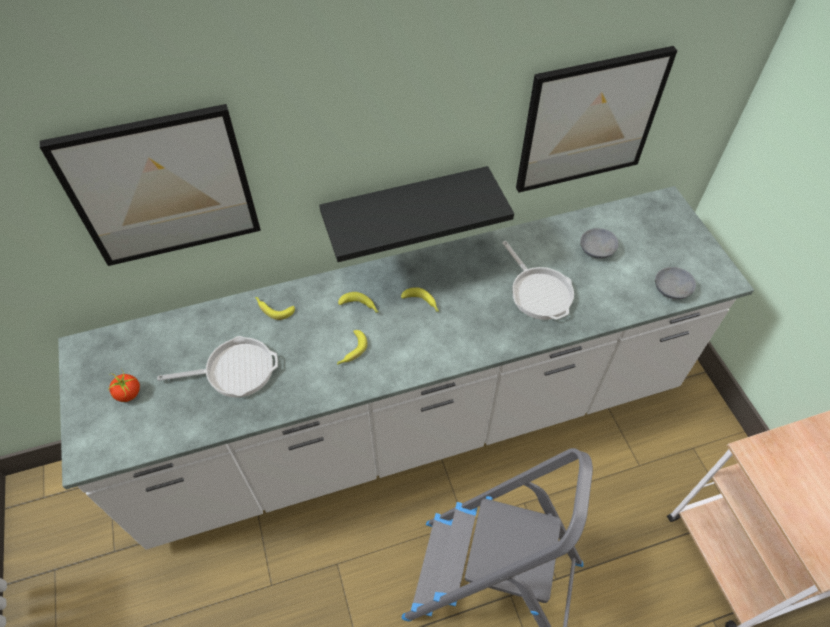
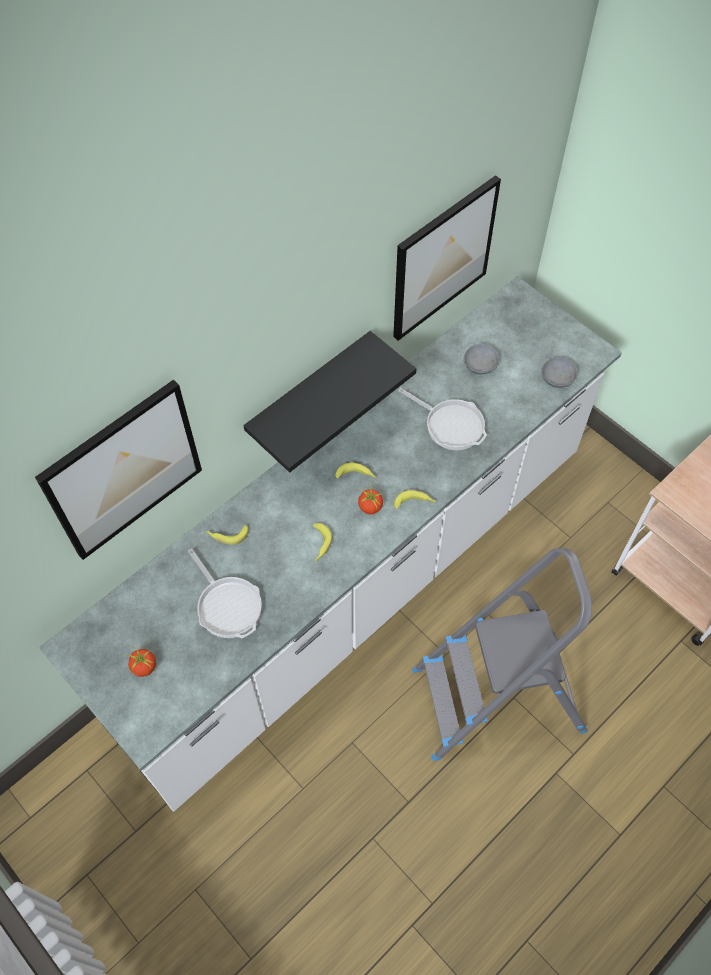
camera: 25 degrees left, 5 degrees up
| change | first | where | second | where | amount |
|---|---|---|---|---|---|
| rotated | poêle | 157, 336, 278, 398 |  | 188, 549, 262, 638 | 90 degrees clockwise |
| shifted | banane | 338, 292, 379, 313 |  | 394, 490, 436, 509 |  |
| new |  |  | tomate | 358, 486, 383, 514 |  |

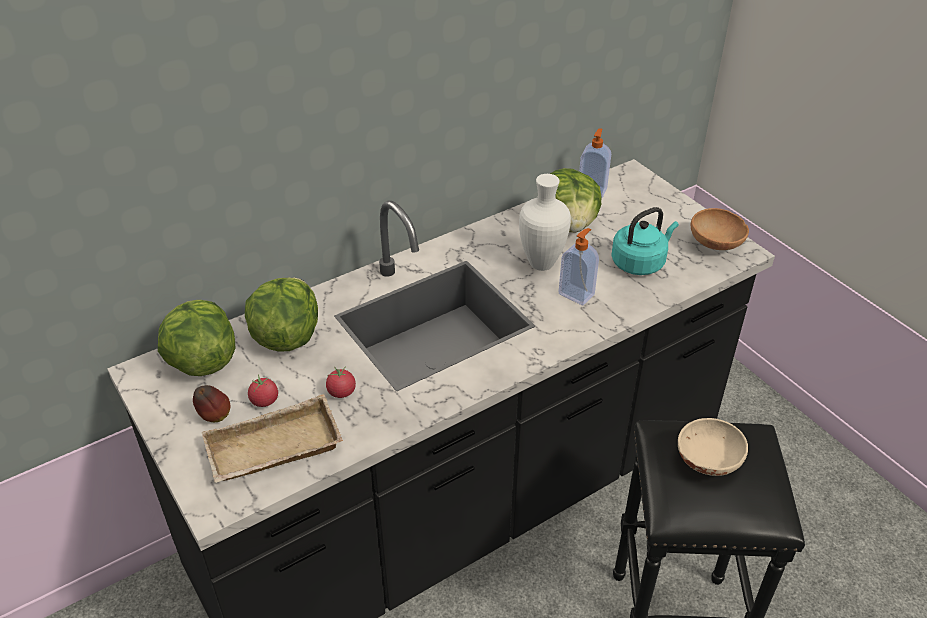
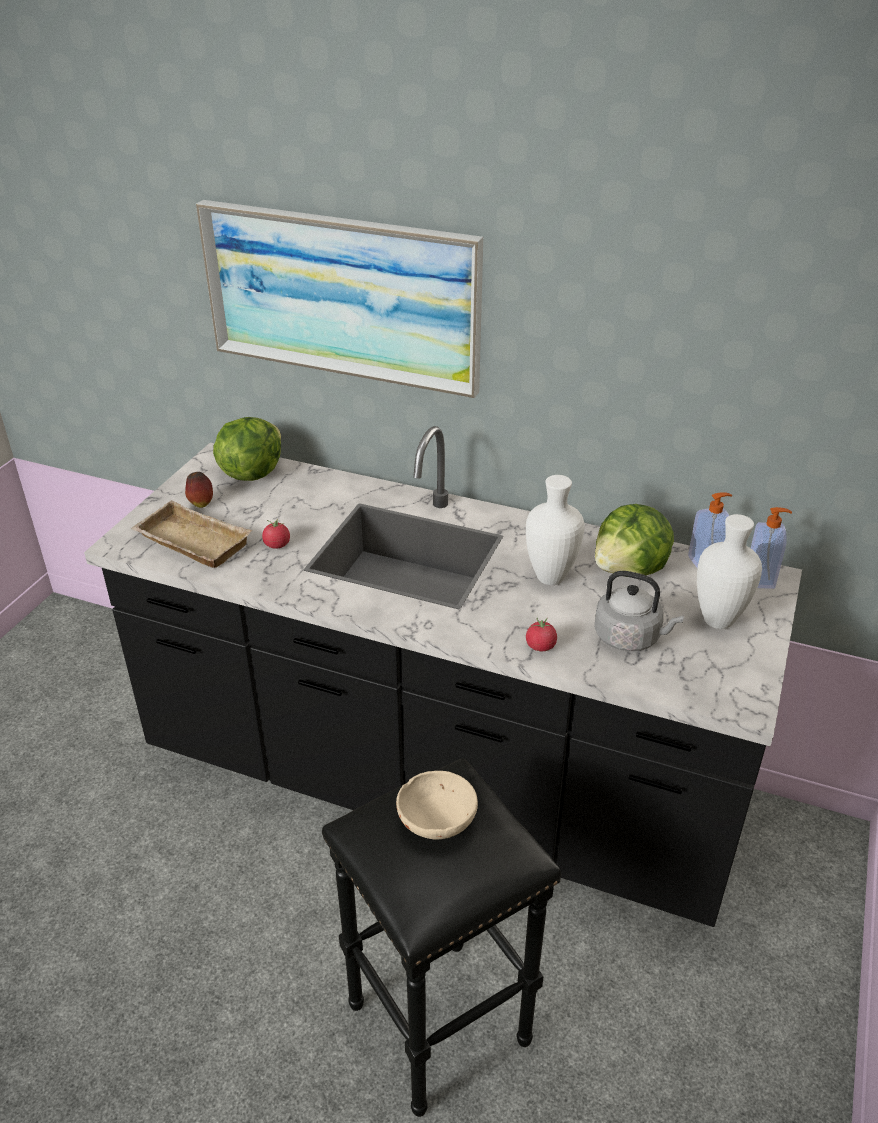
camera: 55 degrees right, 5 degrees down
| change | first | where | second | where | amount |
|---|---|---|---|---|---|
| gone | laitue | 245, 278, 318, 352 |  |  |  |
| shifted | tomate | 248, 374, 278, 407 |  | 526, 618, 557, 651 |  |
| shifted | distributeur de savon | 559, 228, 599, 305 |  | 751, 507, 792, 589 |  |
| repainted | bouilloire (turquoise) | 611, 207, 679, 275 | bouilloire (gris) | 594, 571, 684, 651 |  |
| gone | bol (marron) | 691, 208, 749, 250 |  |  |  |
| new |  |  | tableau | 196, 200, 483, 398 |  |
| new |  |  | vase (blanc) | 697, 514, 762, 629 |  |

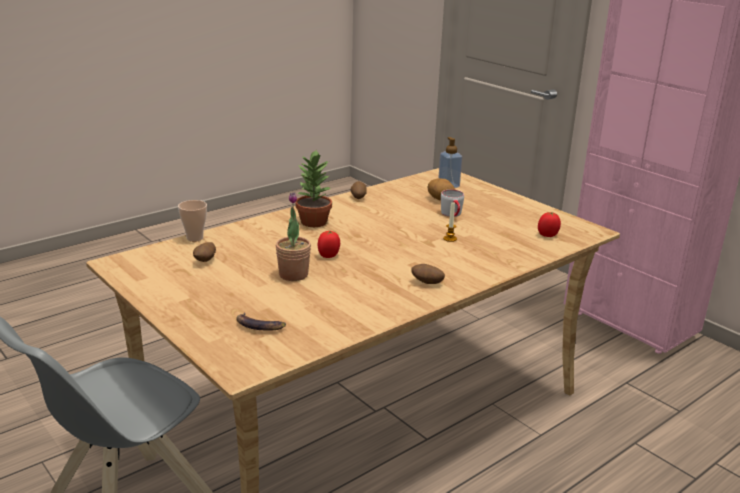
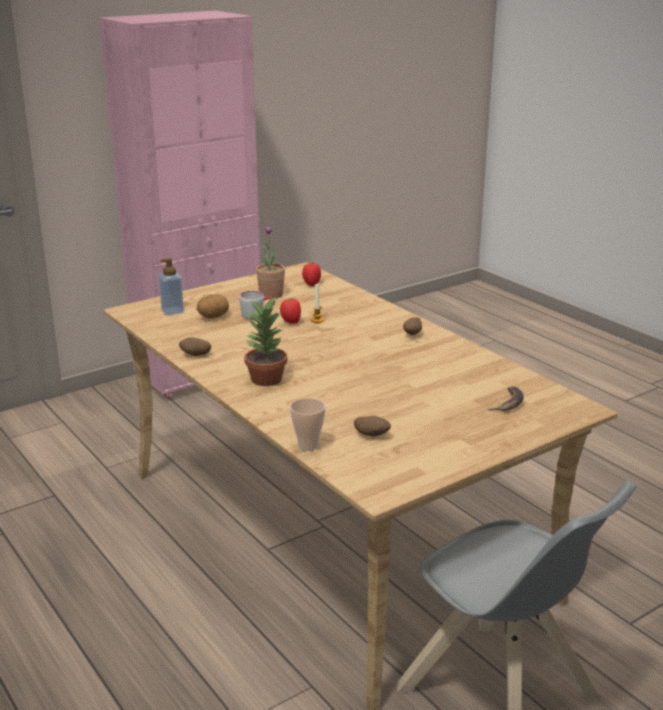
camera: 85 degrees left, 0 degrees up
| change | first | where | second | where | amount |
|---|---|---|---|---|---|
| shifted | plante en pot | 276, 192, 311, 281 |  | 256, 225, 285, 298 |  |
| shifted | tomate | 318, 231, 340, 258 |  | 280, 298, 301, 324 |  |

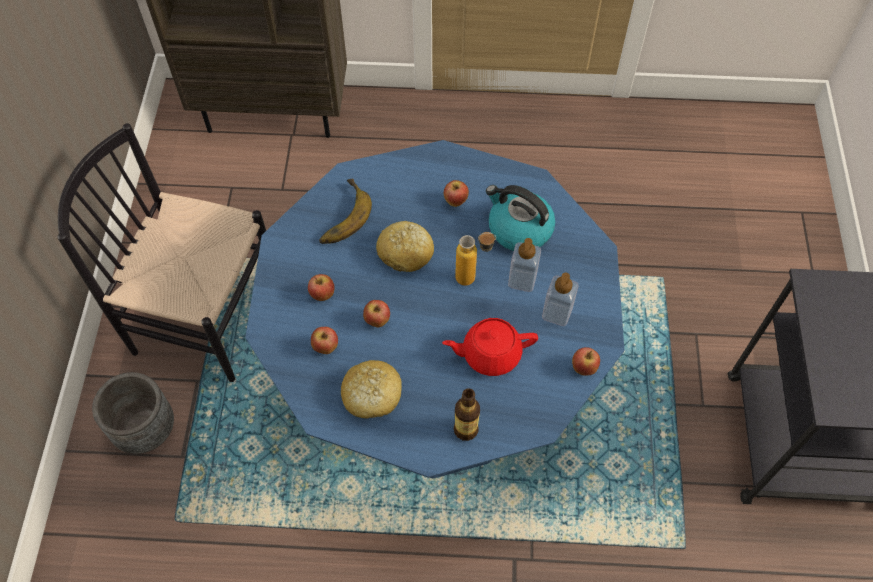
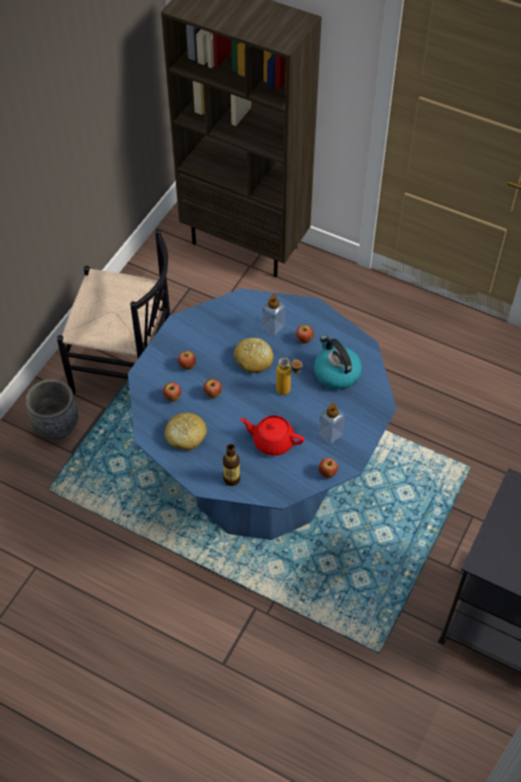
camera: 25 degrees right, 5 degrees down
| change | first | where | second | where | amount |
|---|---|---|---|---|---|
| rotated | chaise (noir) | 57, 123, 266, 382 |  | 57, 229, 170, 394 | 150 degrees clockwise |
| gone | banane | 319, 179, 372, 244 |  |  |  |
| shifted | distributeur de savon | 508, 238, 541, 292 |  | 262, 294, 285, 335 |  |

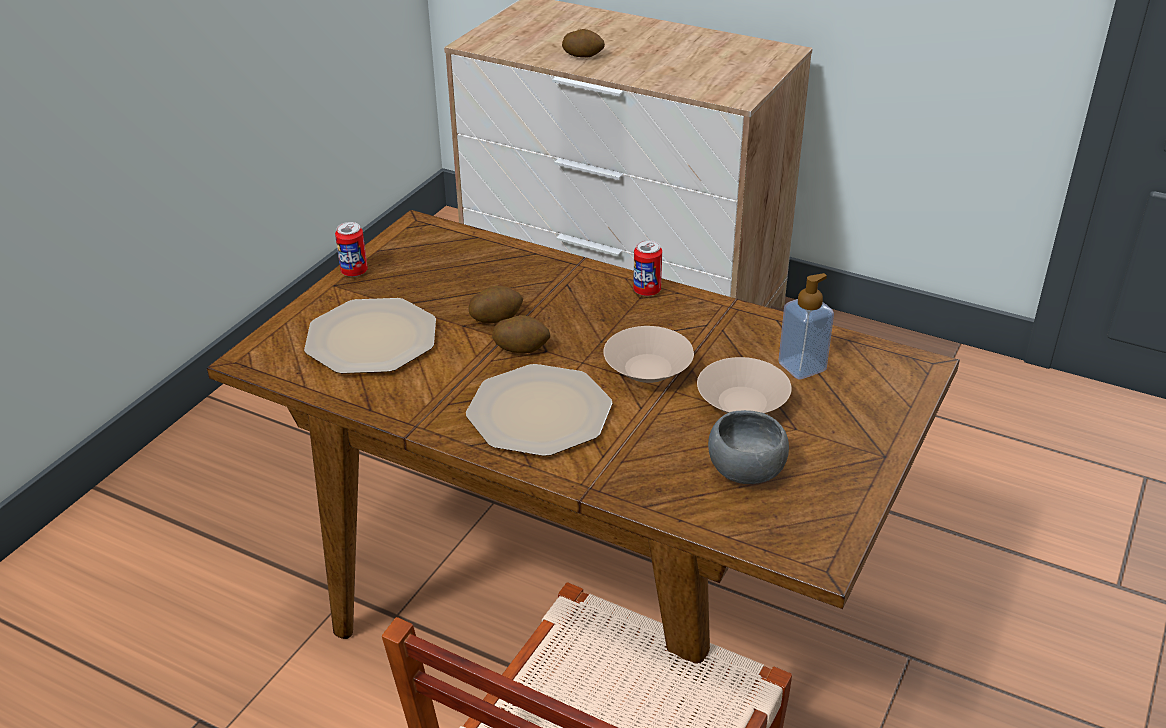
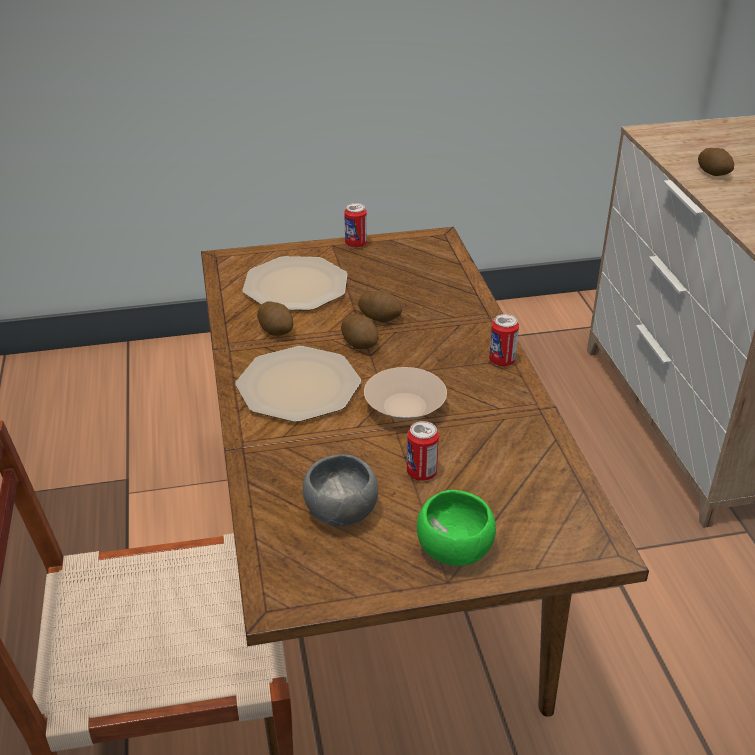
camera: 50 degrees right, 0 degrees up
| change | first | where | second | where | amount |
|---|---|---|---|---|---|
| swapped | bol (beige) | 697, 357, 792, 413 | boîte métallique | 407, 421, 439, 481 |  |
| gone | distributeur de savon | 778, 273, 834, 380 |  |  |  |
| new |  |  | pomme de terre | 257, 301, 293, 336 |  |
| new |  |  | bol (vert) | 417, 490, 496, 566 |  |

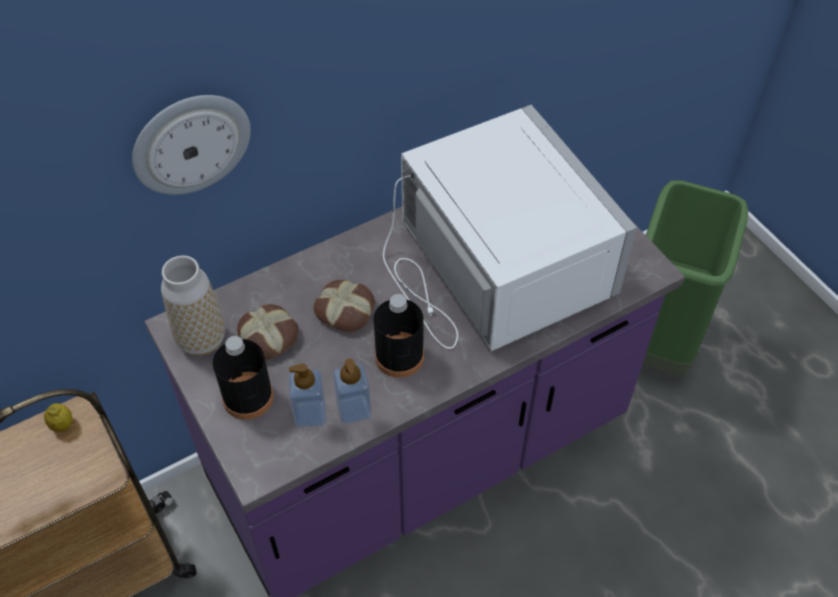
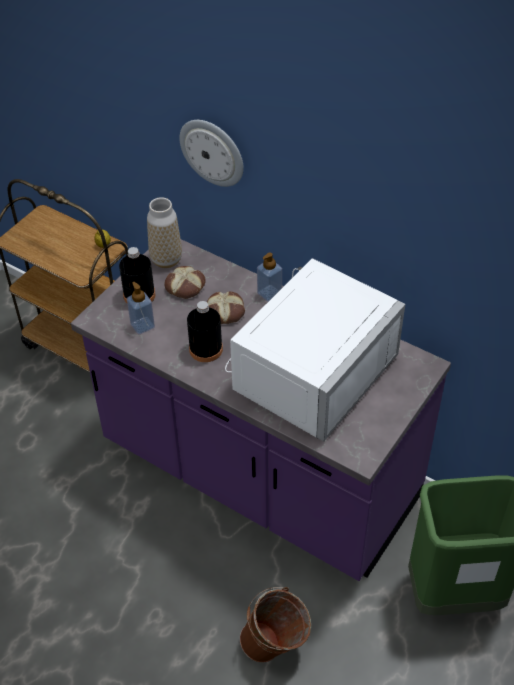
camera: 65 degrees right, 5 degrees down
| change | first | where | second | where | amount |
|---|---|---|---|---|---|
| shifted | distributeur de savon | 333, 359, 371, 424 |  | 257, 253, 282, 302 |  |
| new |  |  | seau (marron) | 240, 587, 311, 663 |  |

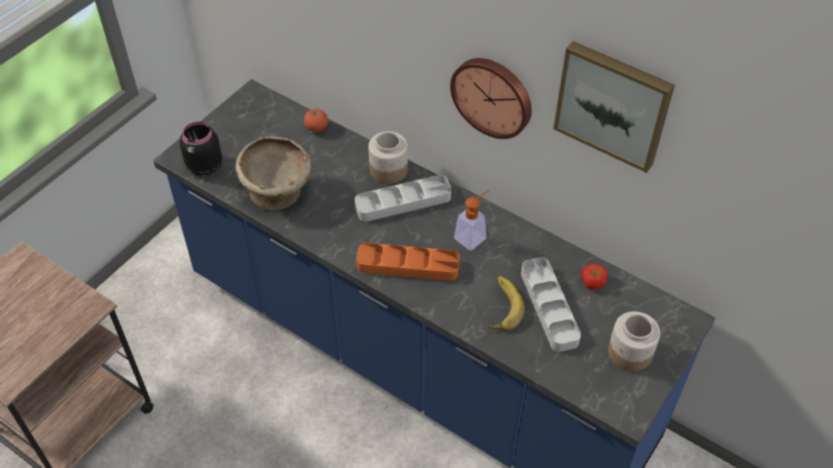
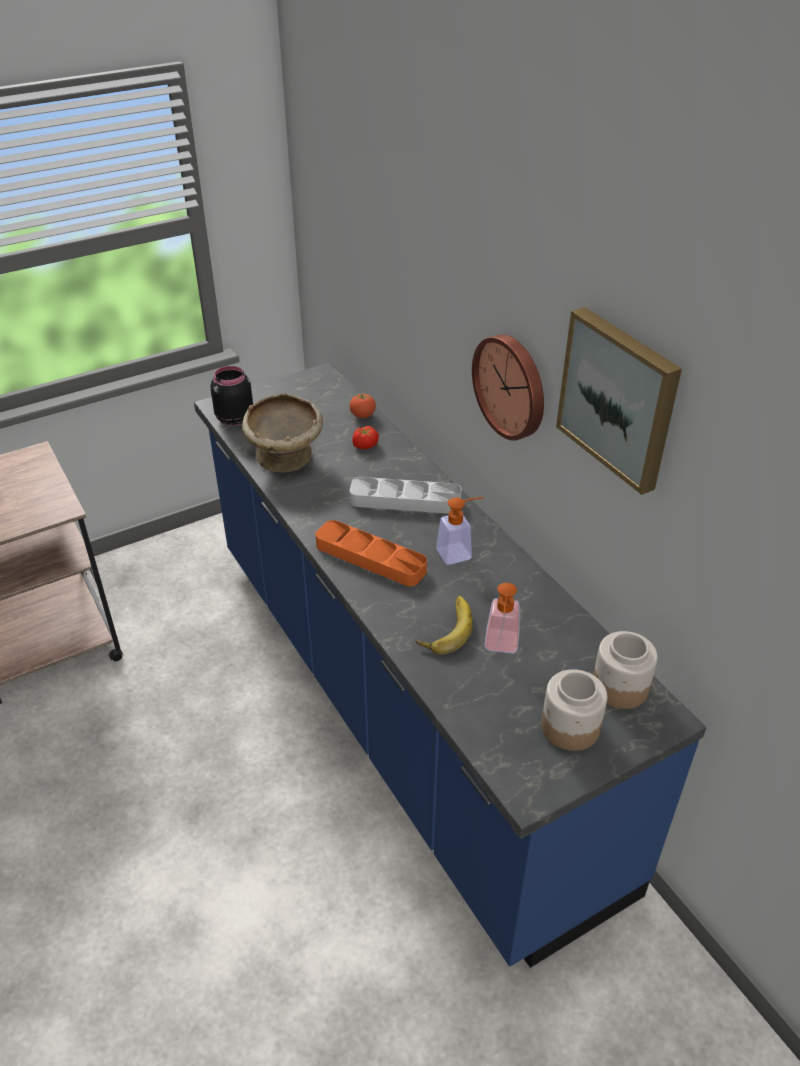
camera: 25 degrees right, 10 degrees down
| change | first | where | second | where | amount |
|---|---|---|---|---|---|
| shifted | bocal | 368, 131, 408, 184 |  | 593, 631, 658, 709 |  |
| swapped | plateau (gris) | 521, 257, 581, 352 | distributeur de savon | 484, 583, 520, 654 |  |
| shifted | tomate | 581, 264, 608, 290 |  | 352, 426, 379, 449 |  |

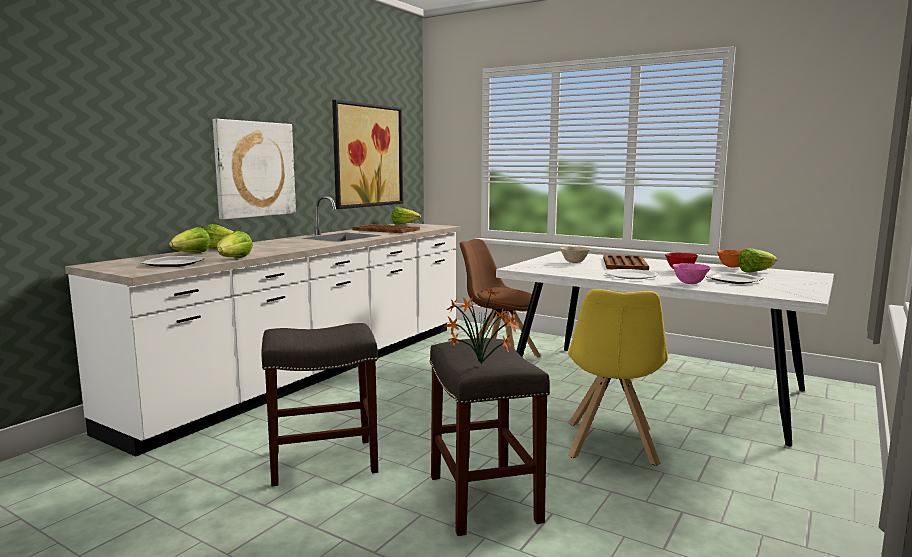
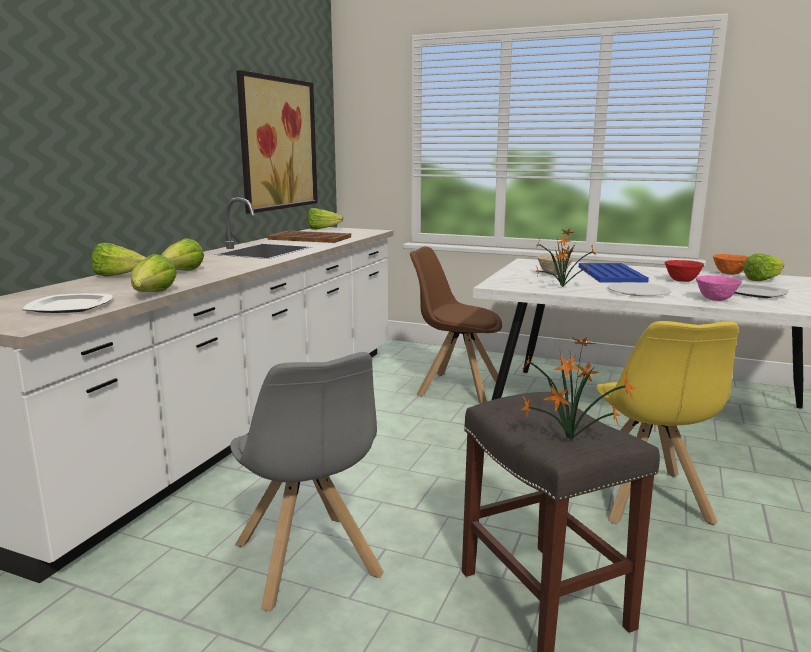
camera: 10 degrees left, 5 degrees up
| change | first | where | second | where | amount |
|---|---|---|---|---|---|
| shifted | laitue | 169, 227, 211, 253 |  | 162, 238, 204, 271 |  |
| gone | tableau | 213, 119, 296, 220 |  |  |  |
| swapped | tabouret (gris) | 262, 323, 378, 486 | chaise (gris) | 230, 352, 384, 612 |  |
| repainted | plateau (marron) | 603, 255, 649, 270 | plateau (bleu) | 579, 263, 649, 282 |  |
| new |  |  | plante en pot | 534, 229, 596, 287 |  |

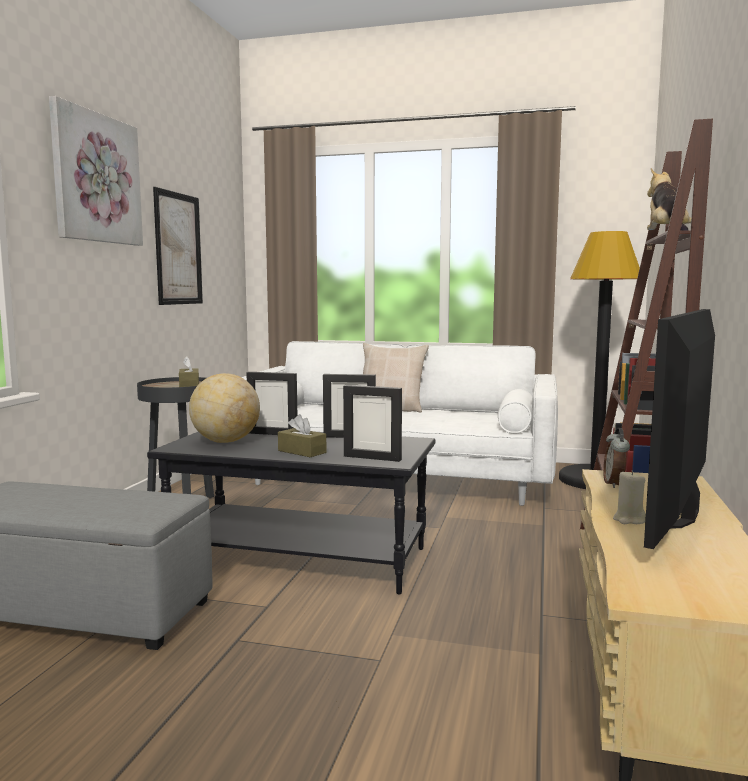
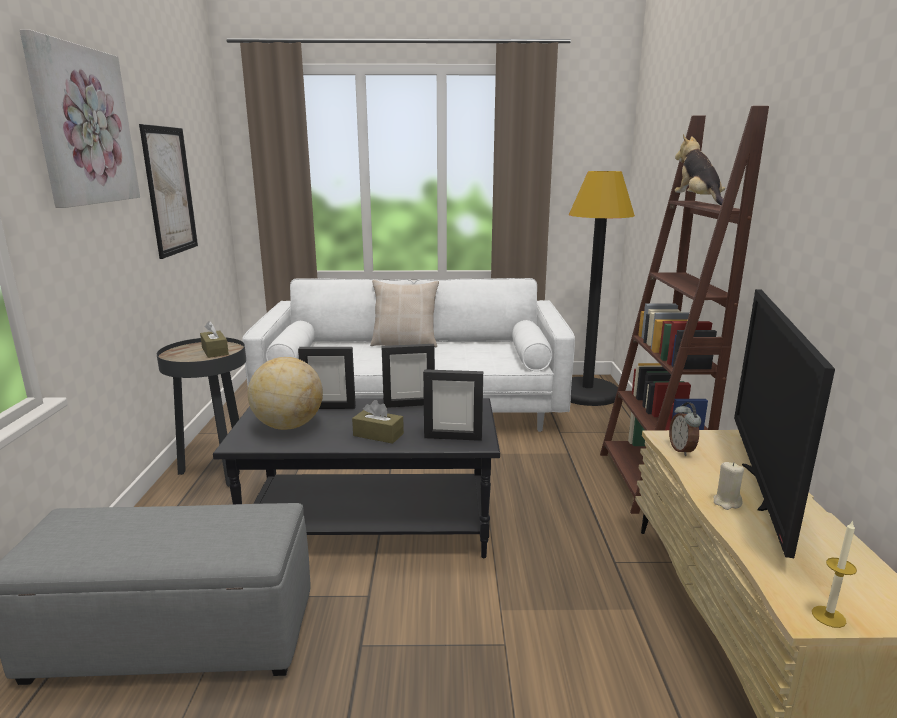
camera: 15 degrees left, 10 degrees up
| change | first | where | second | where | amount |
|---|---|---|---|---|---|
| new |  |  | bougie | 812, 520, 857, 628 |  |

